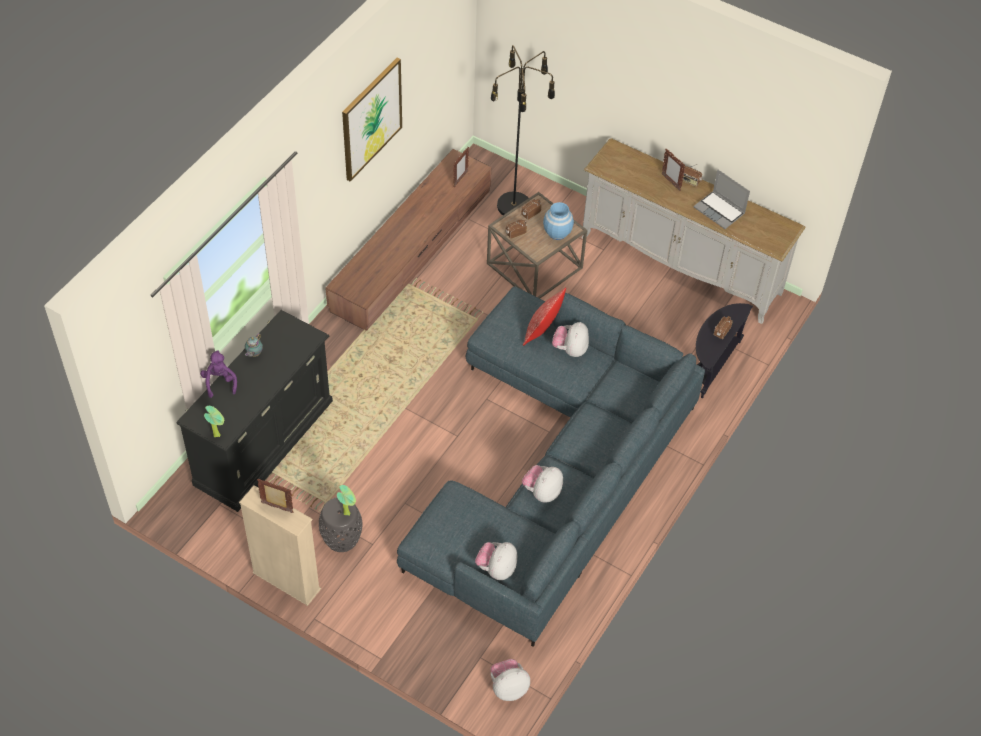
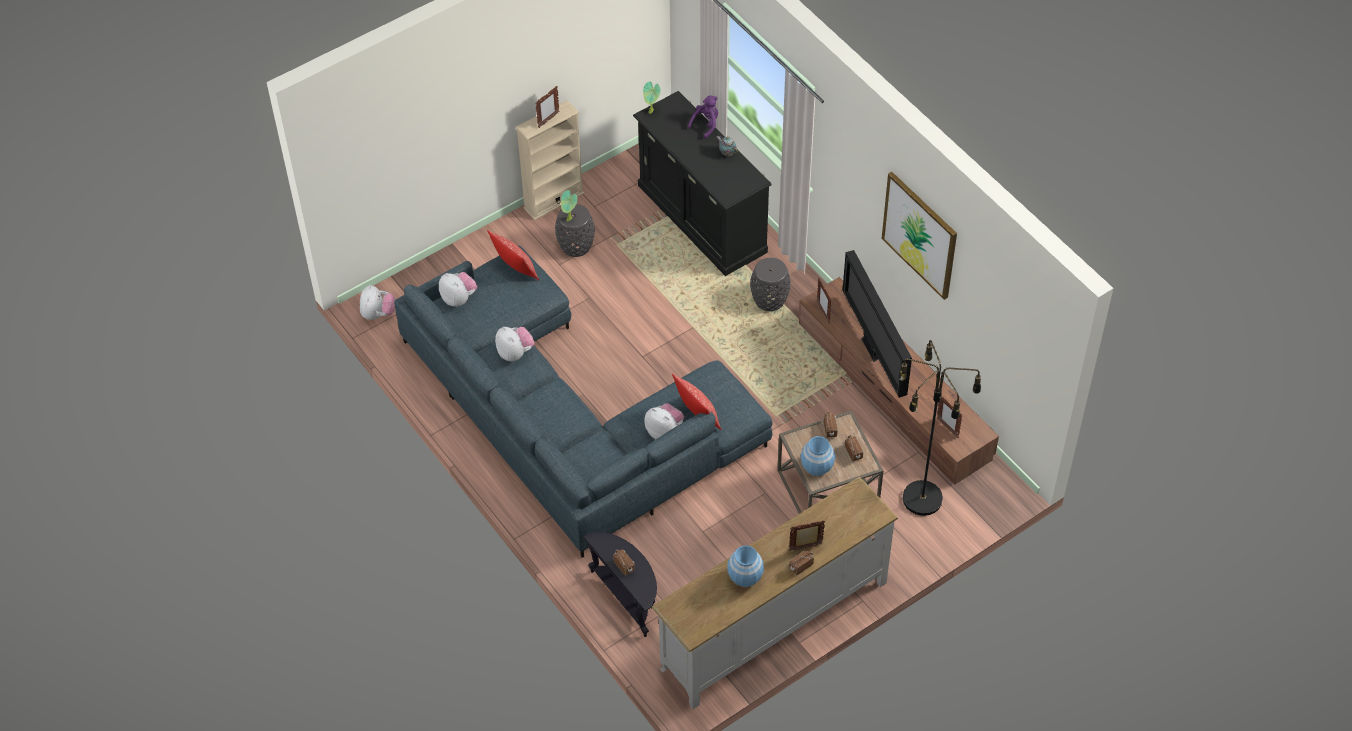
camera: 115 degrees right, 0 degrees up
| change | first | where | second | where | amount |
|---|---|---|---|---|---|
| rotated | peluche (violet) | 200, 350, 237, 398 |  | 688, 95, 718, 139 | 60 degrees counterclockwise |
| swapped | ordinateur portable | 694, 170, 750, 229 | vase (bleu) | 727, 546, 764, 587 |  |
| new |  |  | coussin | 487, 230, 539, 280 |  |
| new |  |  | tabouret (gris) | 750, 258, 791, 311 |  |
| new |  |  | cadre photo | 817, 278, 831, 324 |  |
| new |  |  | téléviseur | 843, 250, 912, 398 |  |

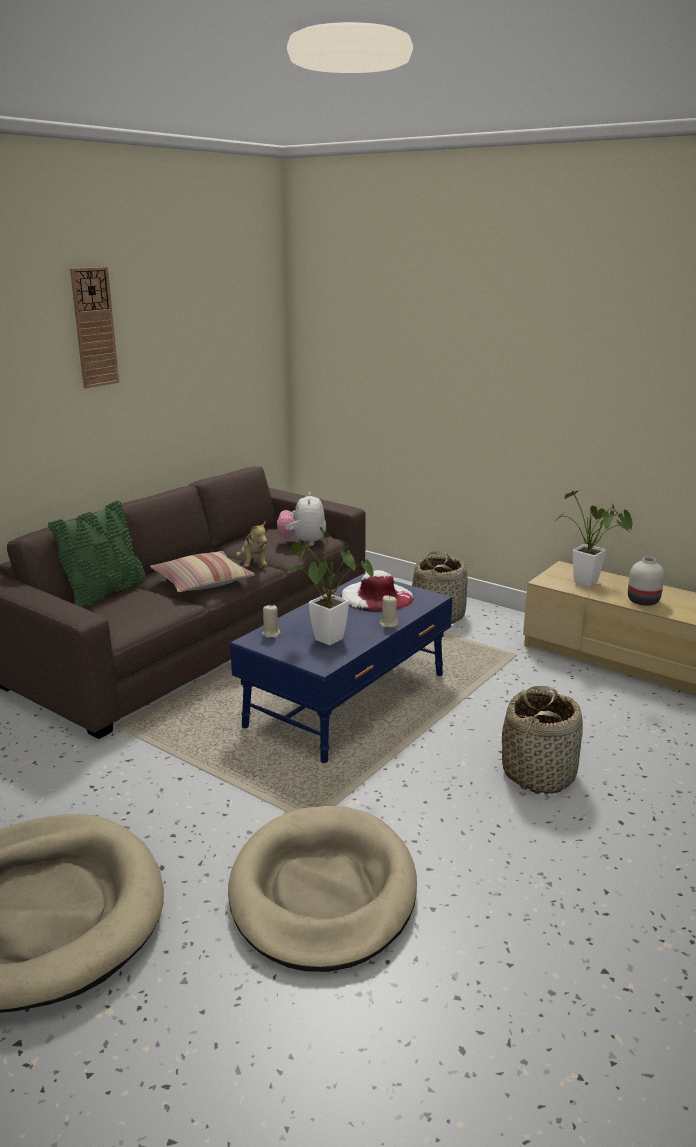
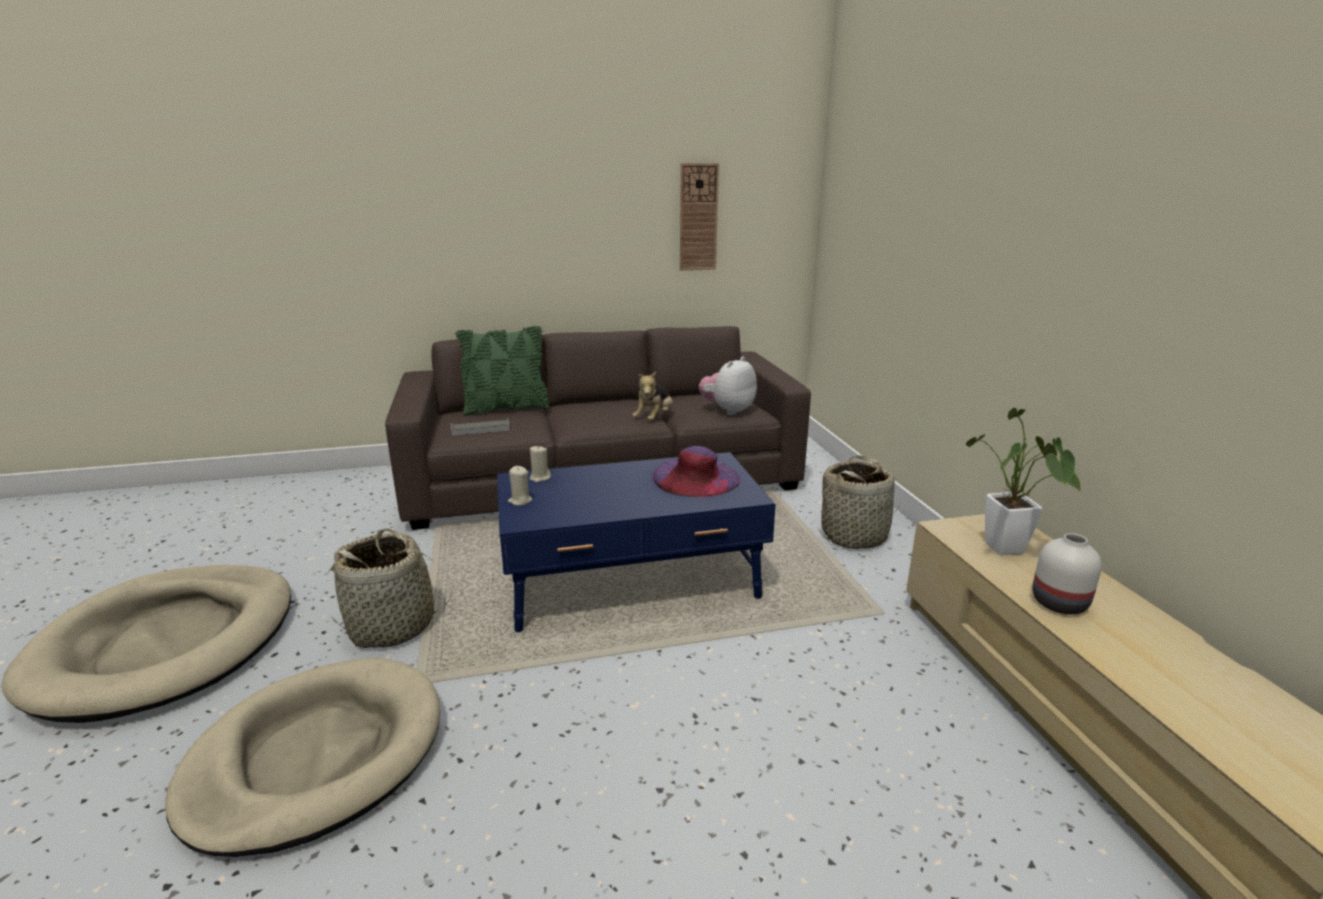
camera: 40 degrees right, 0 degrees up
| change | first | where | second | where | amount |
|---|---|---|---|---|---|
| shifted | horloge murale | 70, 267, 119, 388 |  | 680, 163, 719, 271 |  |
| gone | coussin | 150, 551, 255, 592 |  |  |  |
| gone | plante en pot | 284, 527, 374, 645 |  |  |  |
| repainted | chapeau (blanc) | 340, 570, 414, 612 | chapeau (violet) | 652, 446, 740, 497 |  |
| shifted | bougie (beige) | 379, 595, 399, 628 |  | 508, 466, 533, 506 |  |
| shifted | panier | 502, 686, 583, 794 |  | 327, 528, 452, 648 |  |
| new |  |  | plateau (gris) | 451, 418, 509, 436 |  |

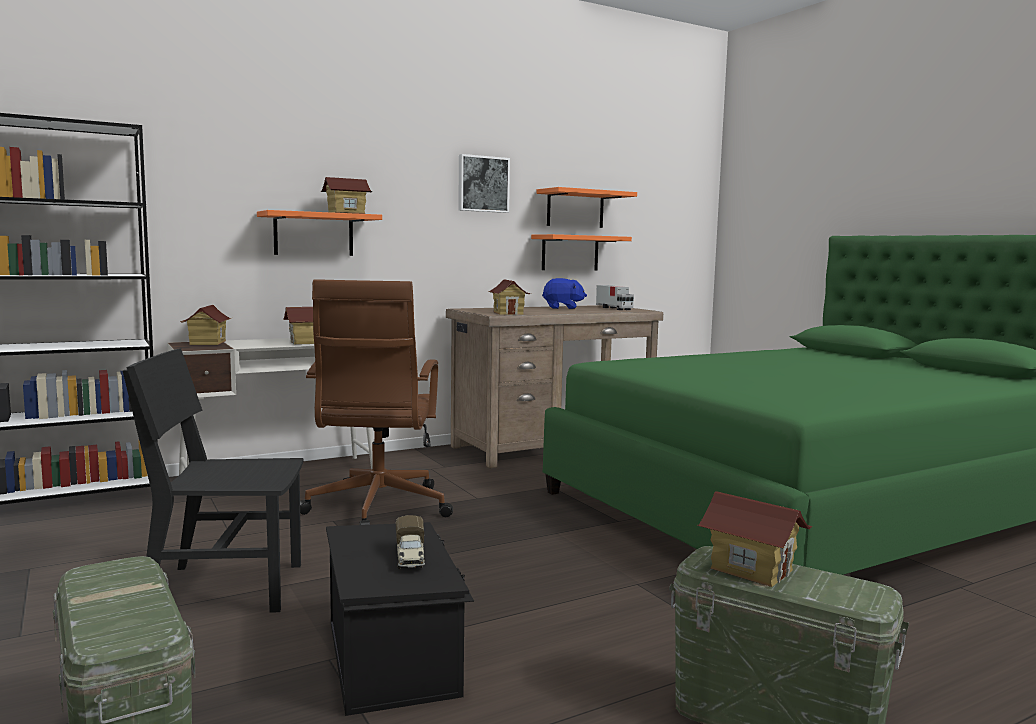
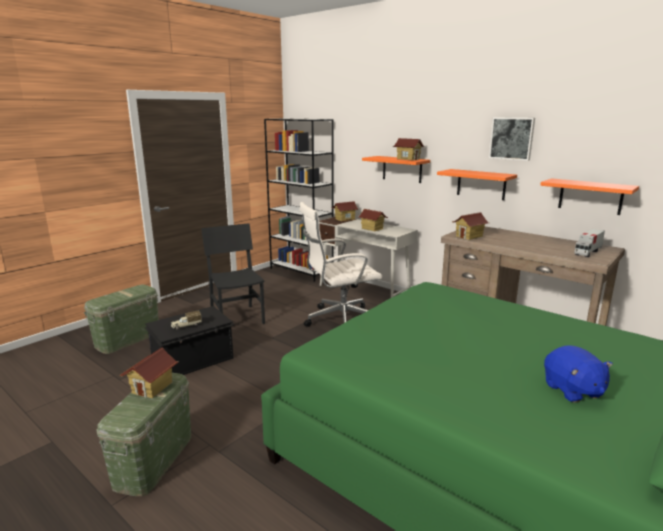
camera: 70 degrees right, 10 degrees up
| change | first | where | second | where | amount |
|---|---|---|---|---|---|
| repainted | chaise de bureau (marron) | 300, 279, 453, 525 | chaise de bureau (blanc) | 300, 202, 382, 327 |  |
| shifted | étagère (orange) | 536, 187, 637, 228 |  | 437, 169, 517, 200 |  |
| shifted | peluche (bleu) | 542, 278, 587, 309 |  | 544, 345, 613, 403 |  |

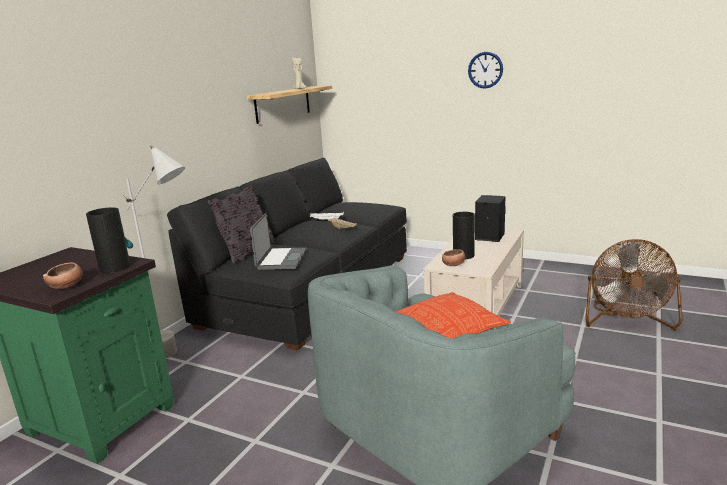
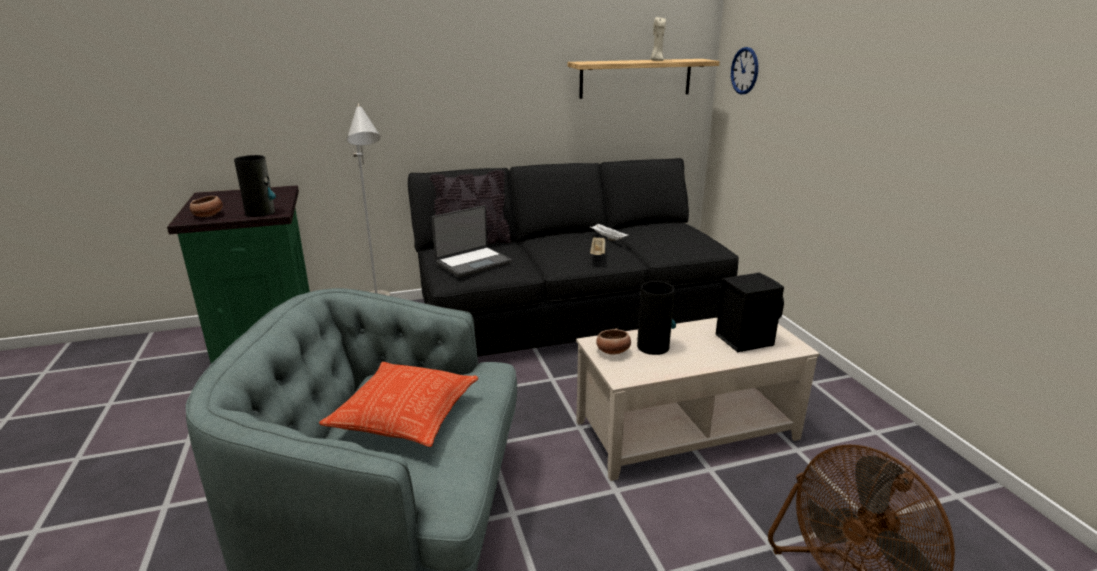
camera: 45 degrees right, 5 degrees up
| change | first | where | second | where | amount |
|---|---|---|---|---|---|
| shifted | horloge murale | 468, 52, 503, 89 |  | 731, 47, 758, 94 |  |

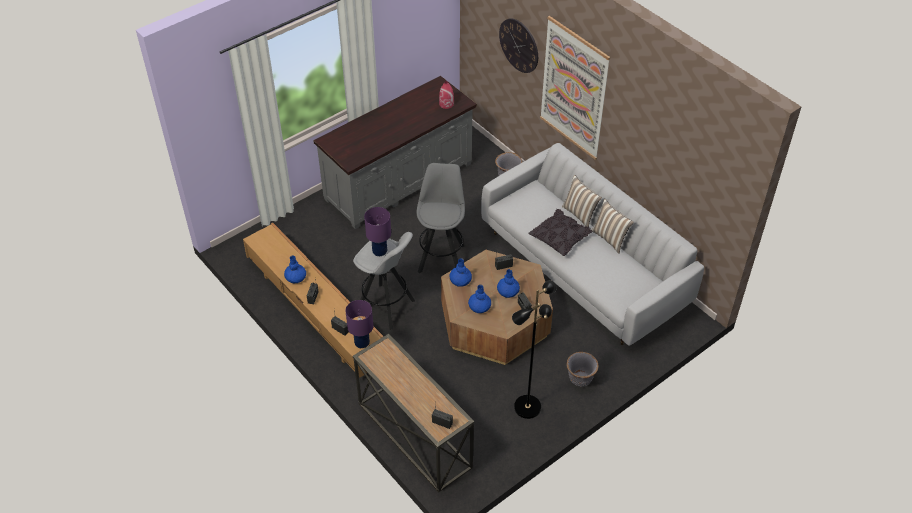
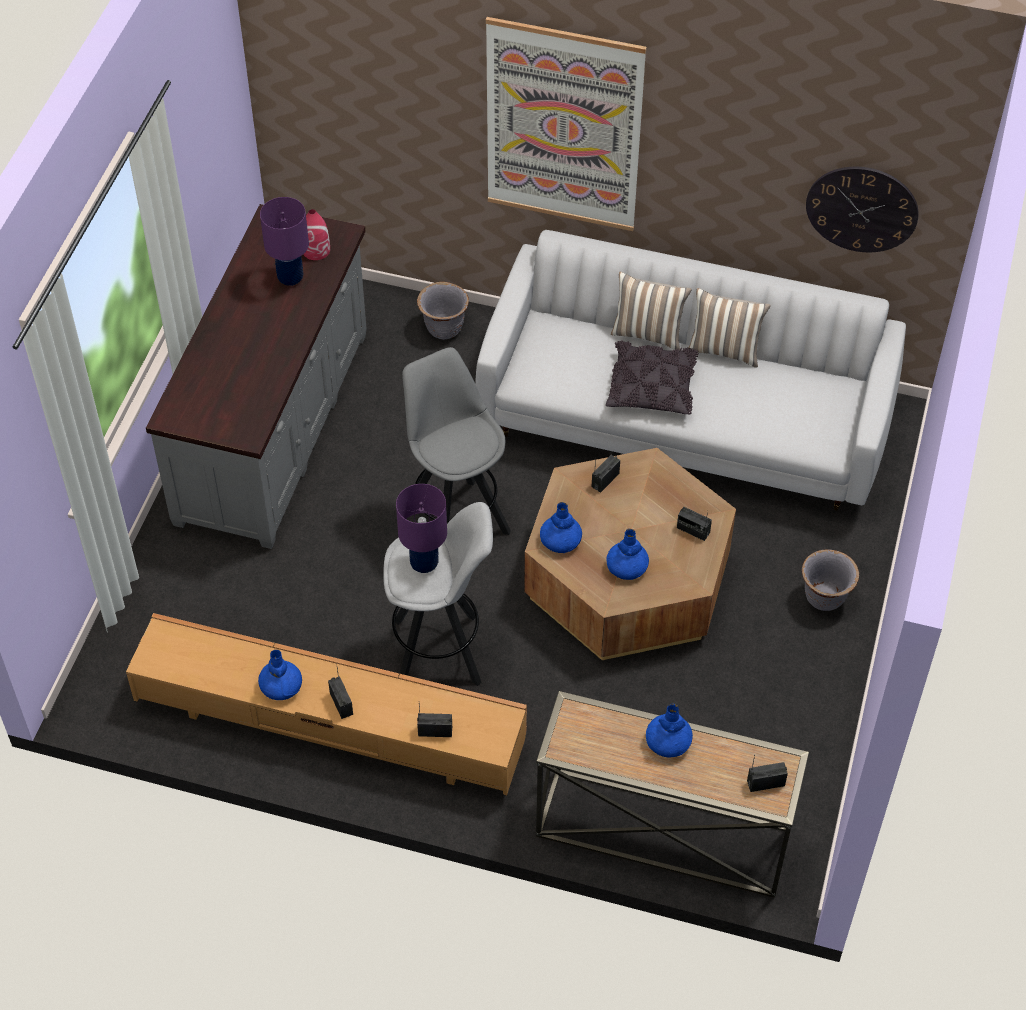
camera: 35 degrees left, 5 degrees up
| change | first | where | second | where | amount |
|---|---|---|---|---|---|
| shifted | lampe de table (violet) | 345, 300, 373, 348 |  | 260, 197, 309, 286 |  |
| shifted | vase (bleu) | 497, 269, 520, 298 |  | 646, 704, 693, 757 |  |
| shifted | horloge murale | 499, 18, 538, 73 |  | 806, 167, 919, 252 |  |
| gone | lampadaire (noir) | 512, 280, 557, 419 |  |  |  |

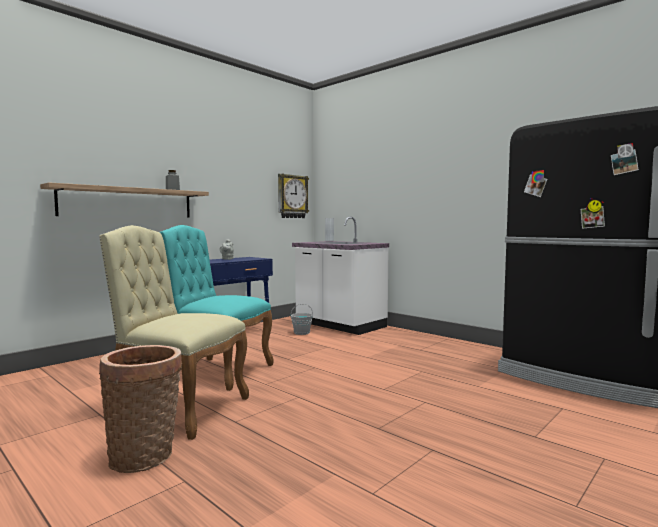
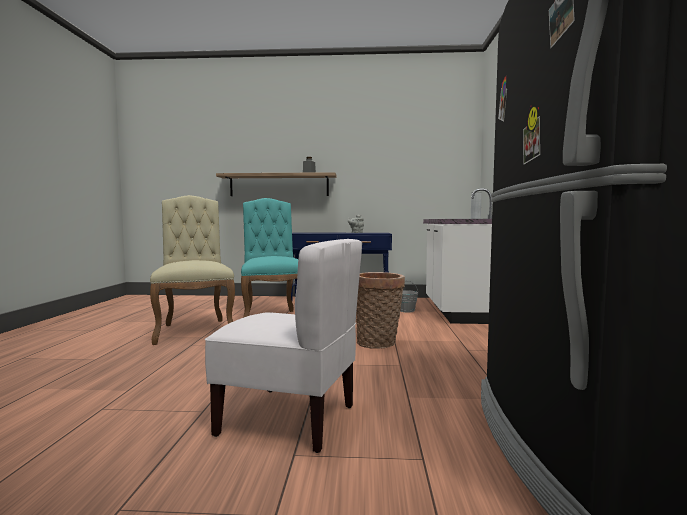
camera: 50 degrees right, 0 degrees up
| change | first | where | second | where | amount |
|---|---|---|---|---|---|
| shifted | panier | 99, 345, 182, 473 |  | 356, 272, 405, 349 |  |
| gone | horloge murale | 278, 174, 309, 218 |  |  |  |
| new |  |  | chaise (blanc) | 205, 239, 362, 453 |  |

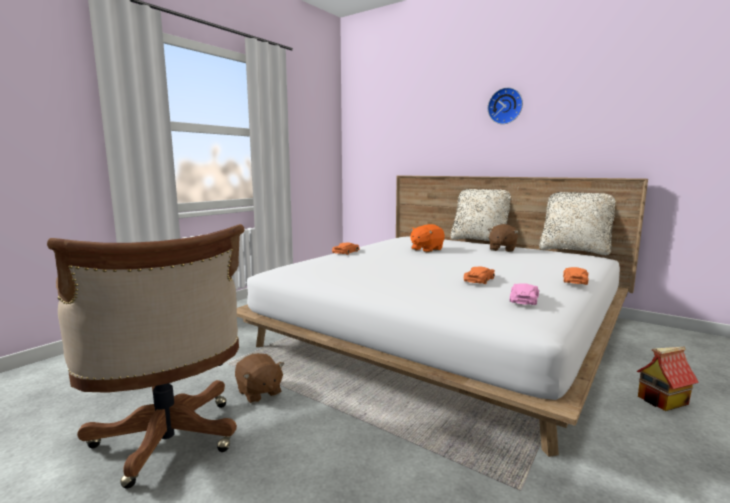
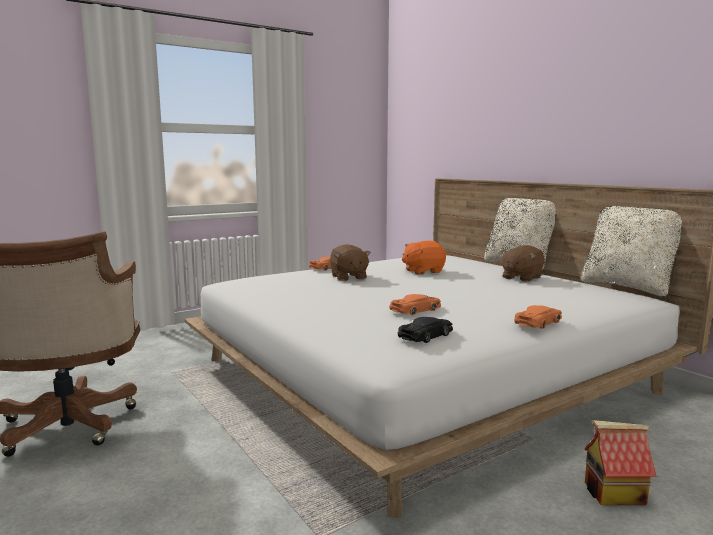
camera: 20 degrees right, 0 degrees up
| change | first | where | second | where | amount |
|---|---|---|---|---|---|
| shifted | peluche (marron) | 235, 353, 284, 403 |  | 330, 244, 371, 281 |  |
| gone | horloge murale | 488, 87, 523, 124 |  |  |  |
| repainted | petite voiture (rose) | 510, 283, 539, 305 | petite voiture (noir) | 398, 317, 453, 343 |  |

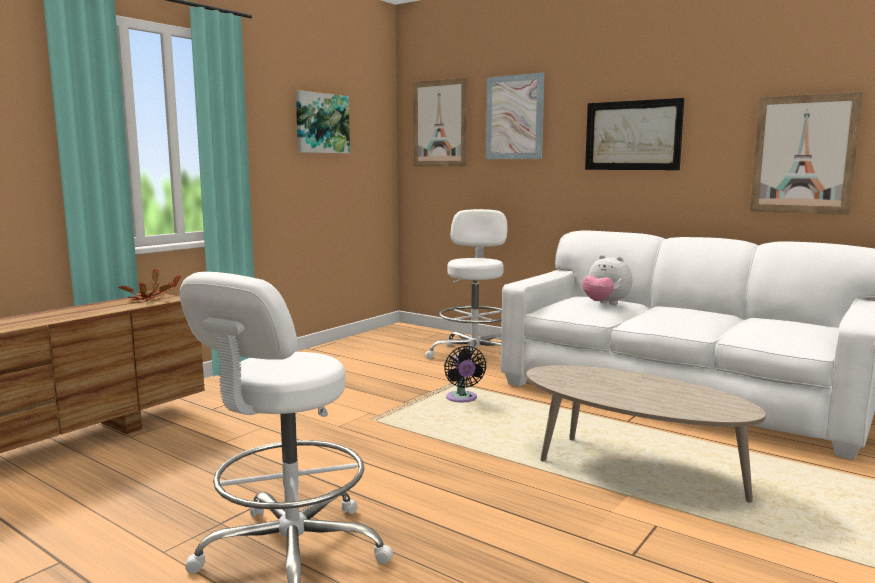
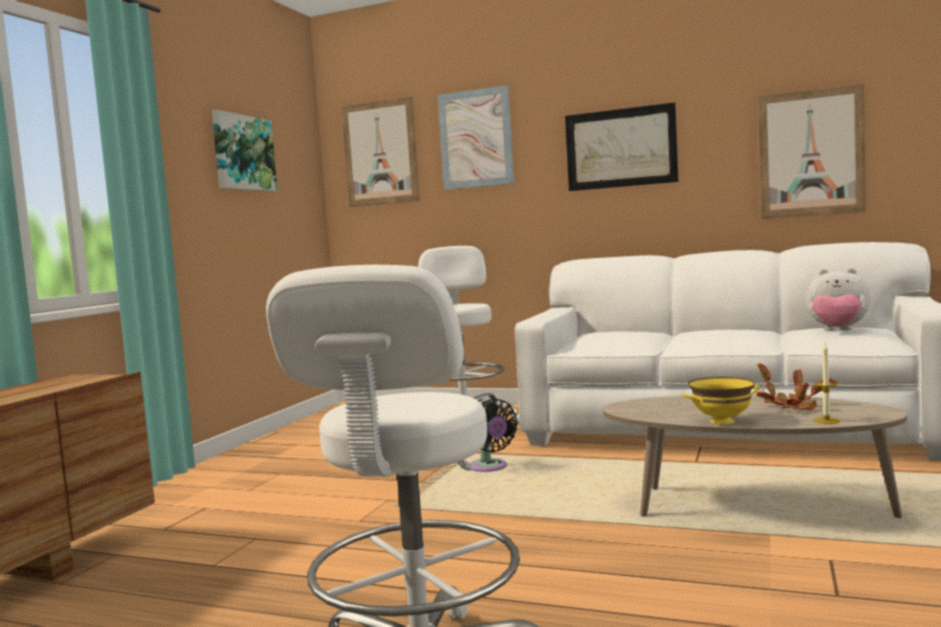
camera: 15 degrees left, 5 degrees down
| change | first | where | second | where | amount |
|---|---|---|---|---|---|
| shifted | plante en pot | 119, 269, 181, 301 |  | 756, 363, 837, 410 |  |
| shifted | peluche | 582, 255, 632, 305 |  | 806, 268, 871, 331 |  |
| new |  |  | bol (jaune) | 682, 377, 760, 424 |  |
| new |  |  | bougie | 813, 343, 840, 424 |  |

